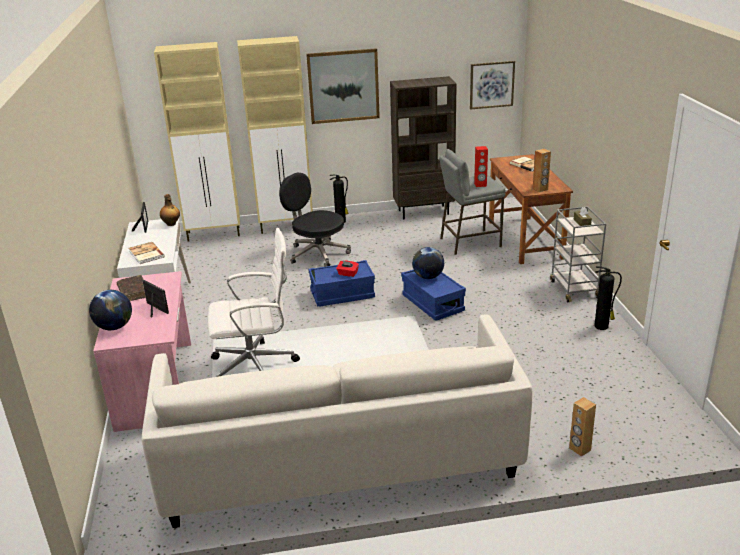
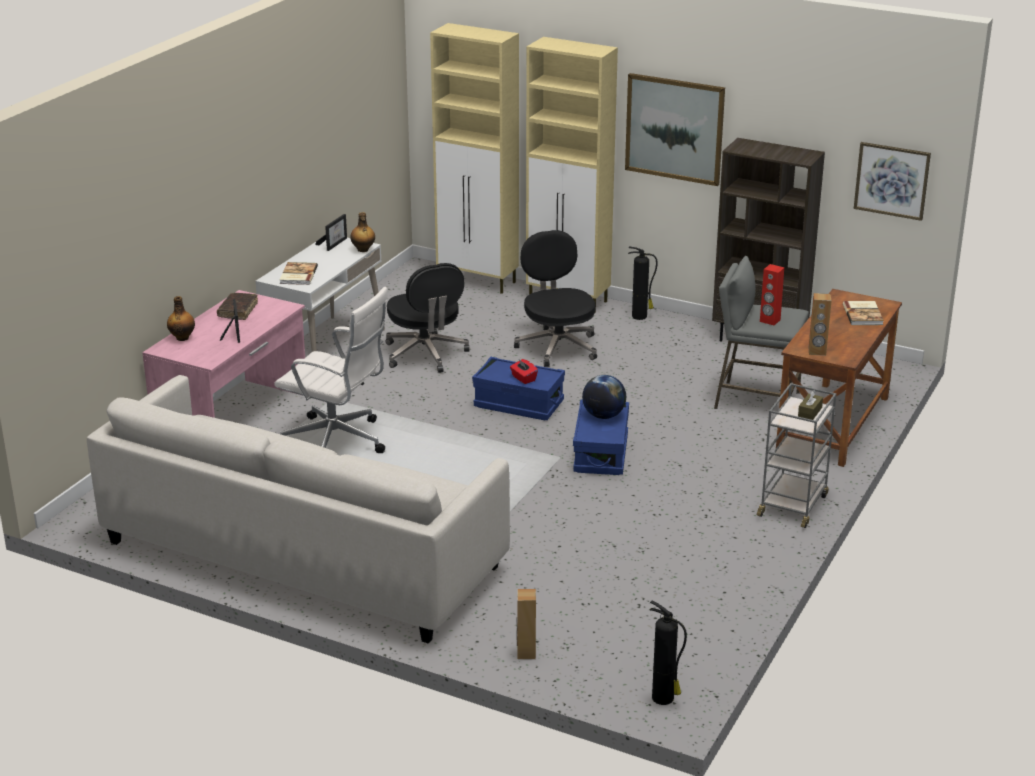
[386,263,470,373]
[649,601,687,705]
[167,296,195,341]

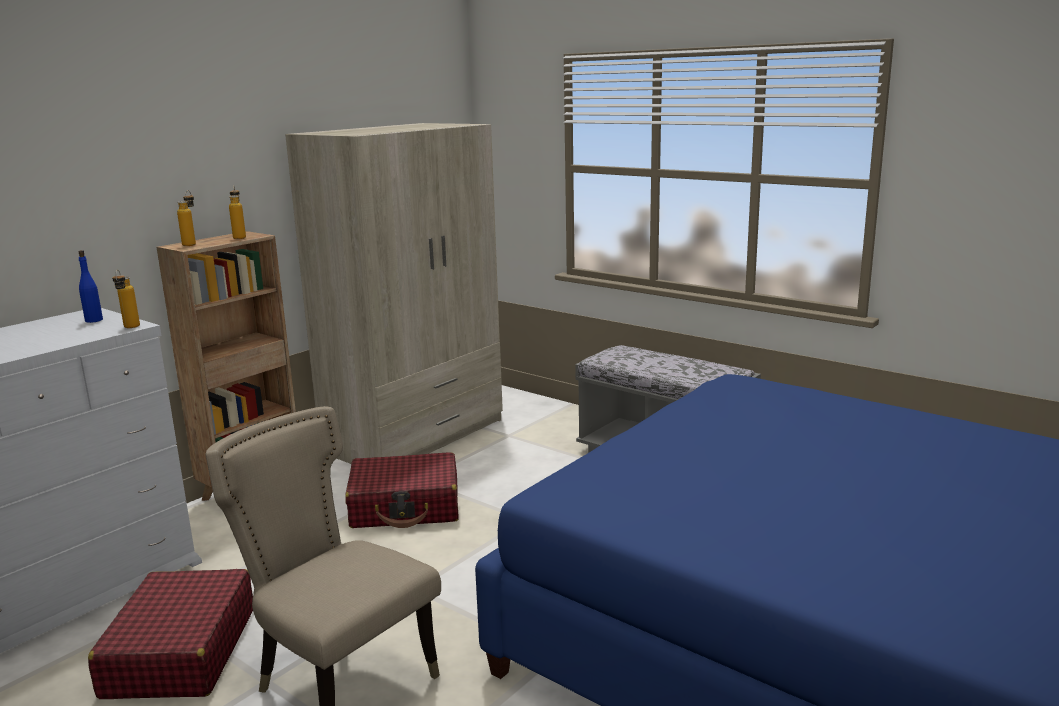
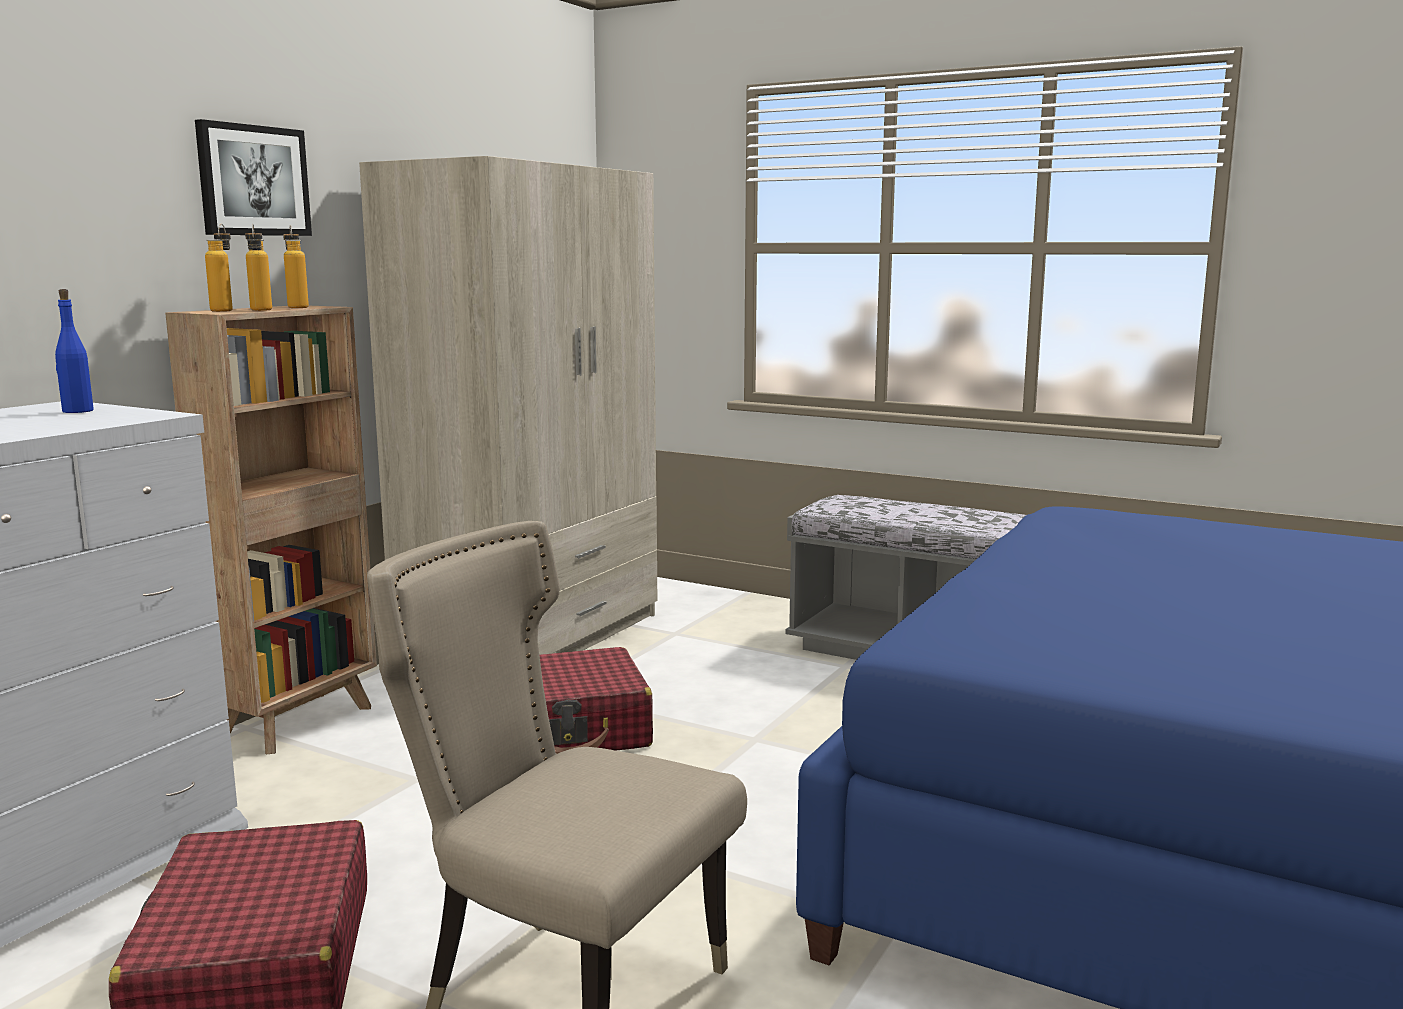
[195,119,312,236]
[245,223,272,311]

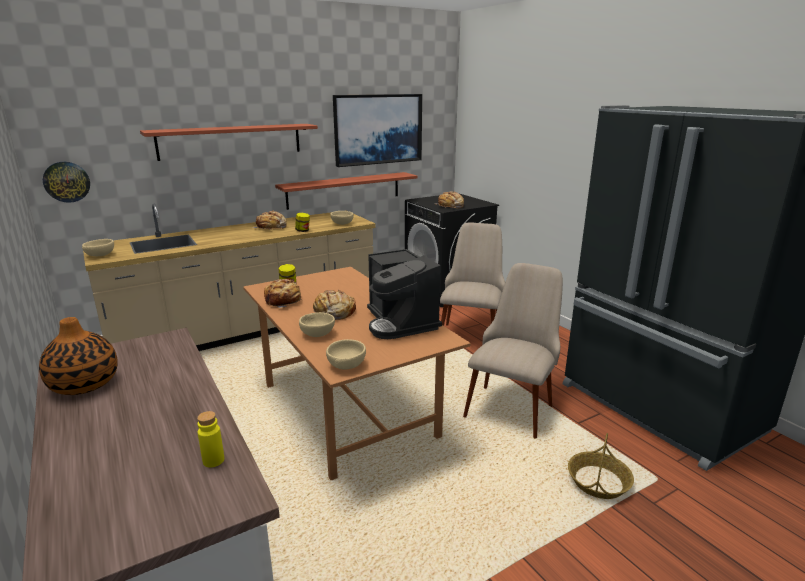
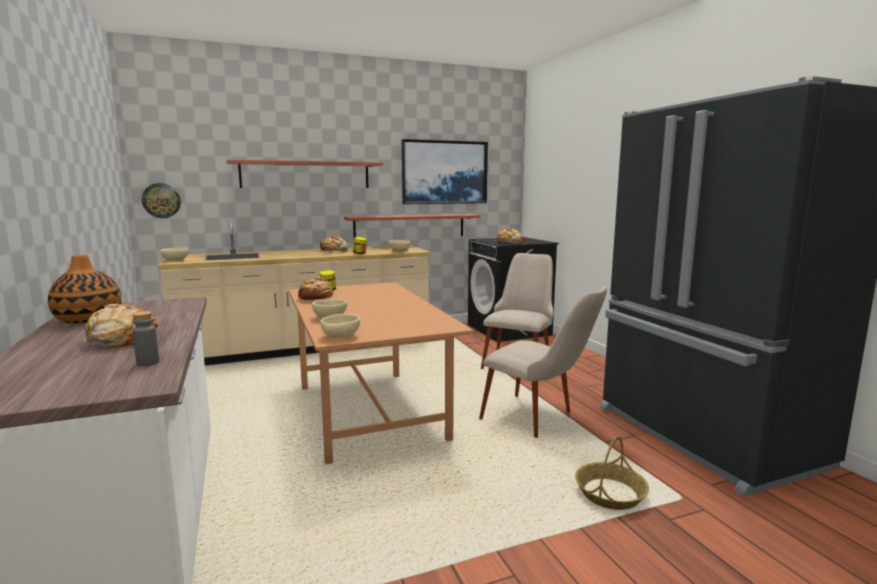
[367,249,442,339] (first image)
[84,304,158,348]
[132,311,159,366]
[479,286,607,438]

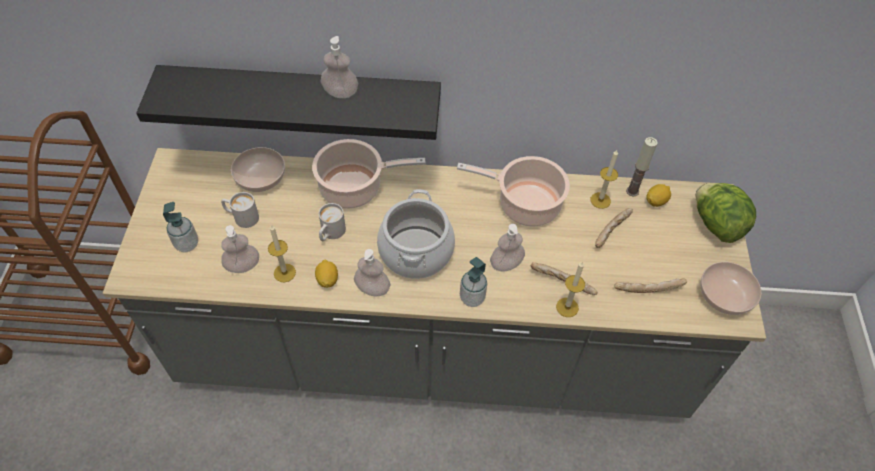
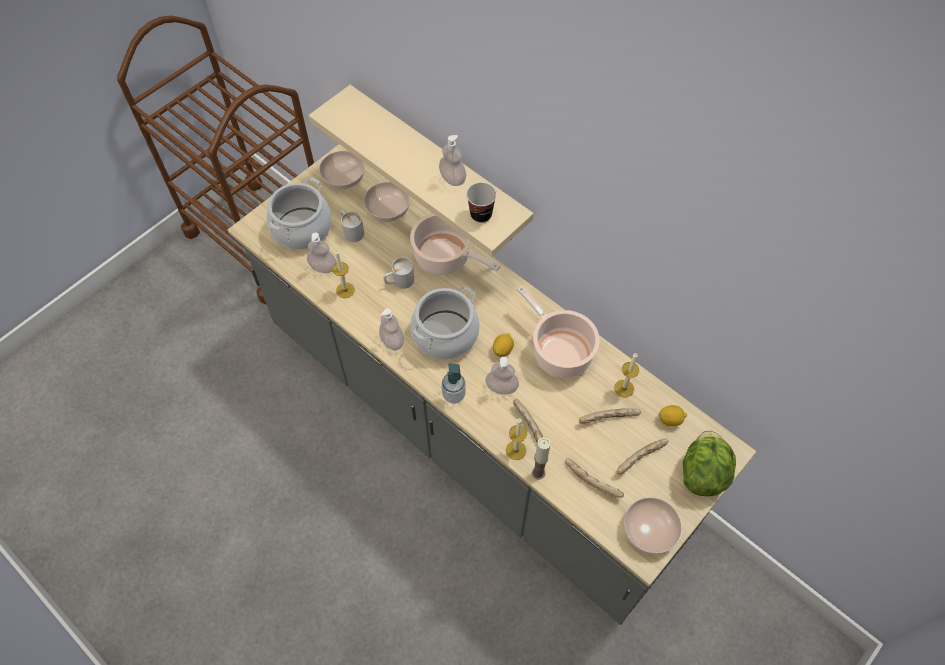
[319,151,365,189]
[466,182,497,223]
[617,438,668,475]
[493,333,514,357]
[532,437,551,479]
[266,178,332,250]
[308,85,534,257]

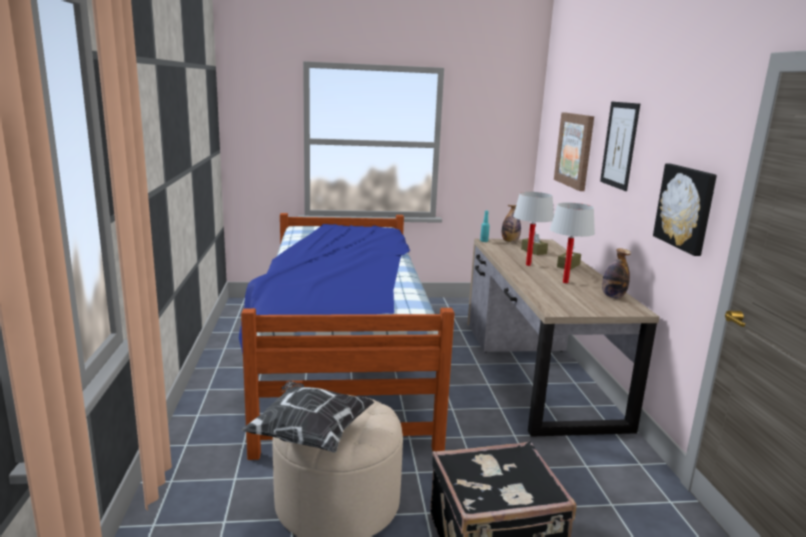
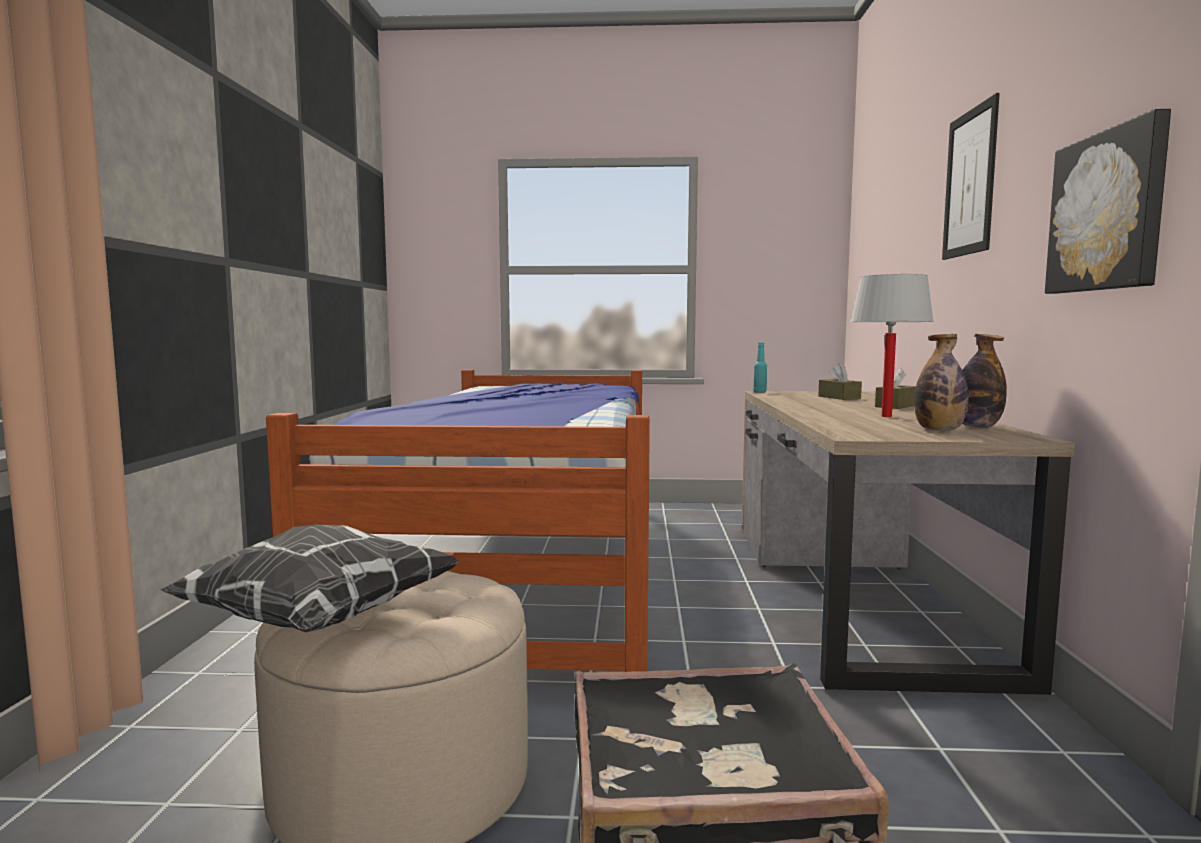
[513,192,554,266] (first image)
[554,112,594,191] (first image)
[914,334,969,431]

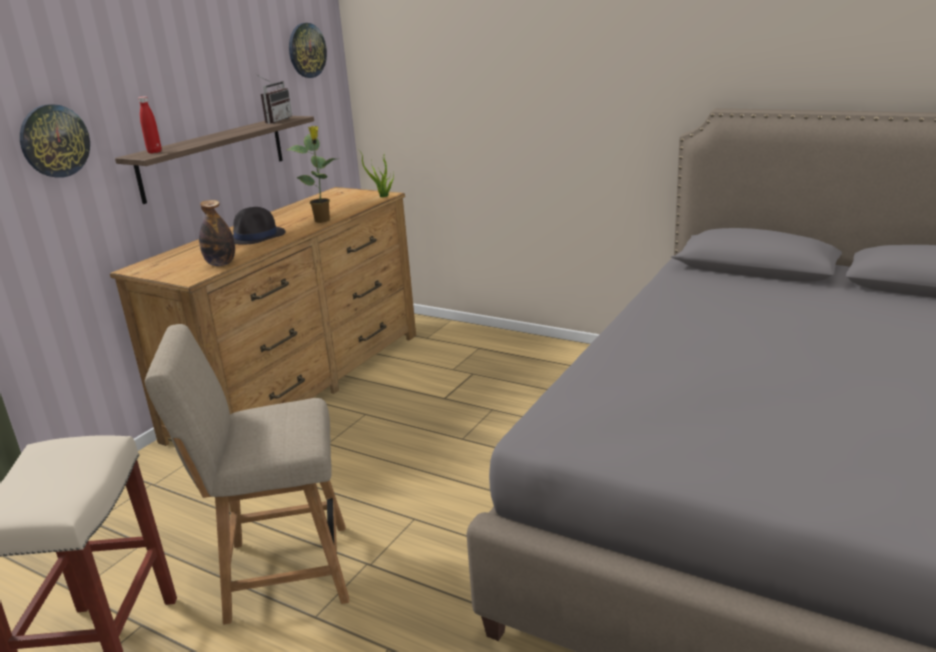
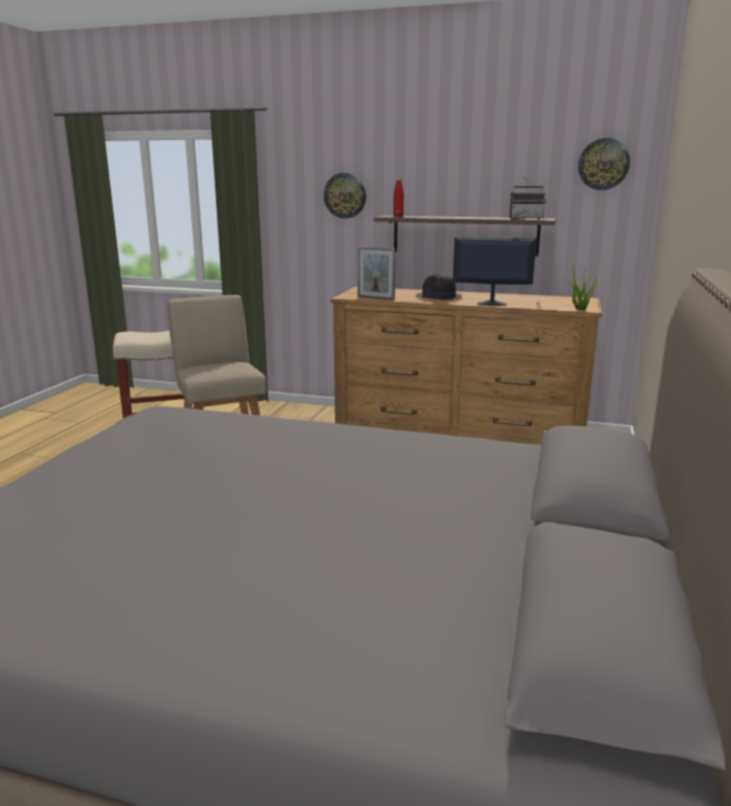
[357,246,395,300]
[453,237,536,306]

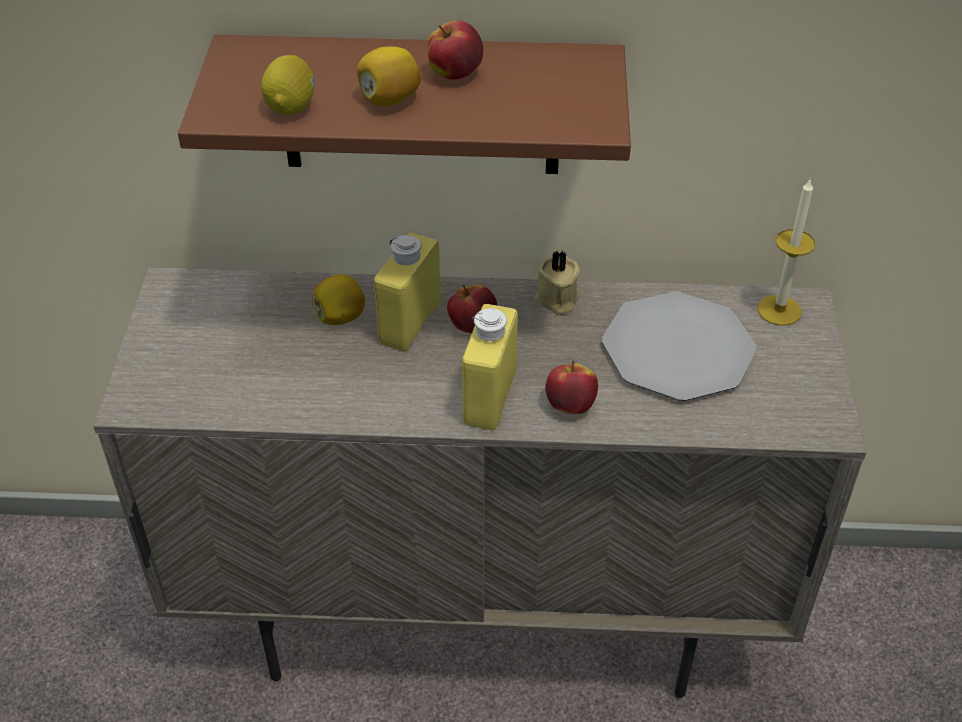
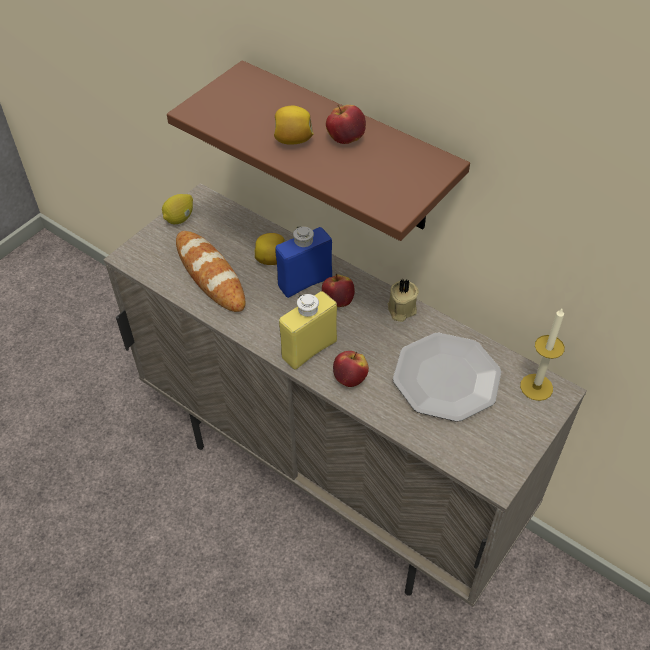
[176,231,245,312]
[162,194,193,224]
[275,227,332,298]

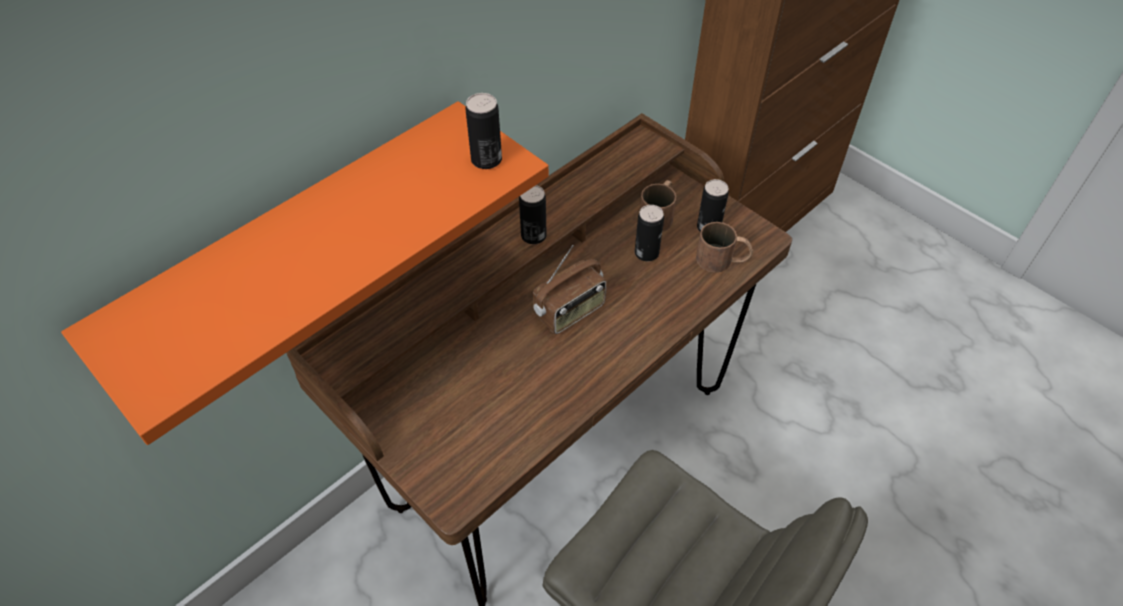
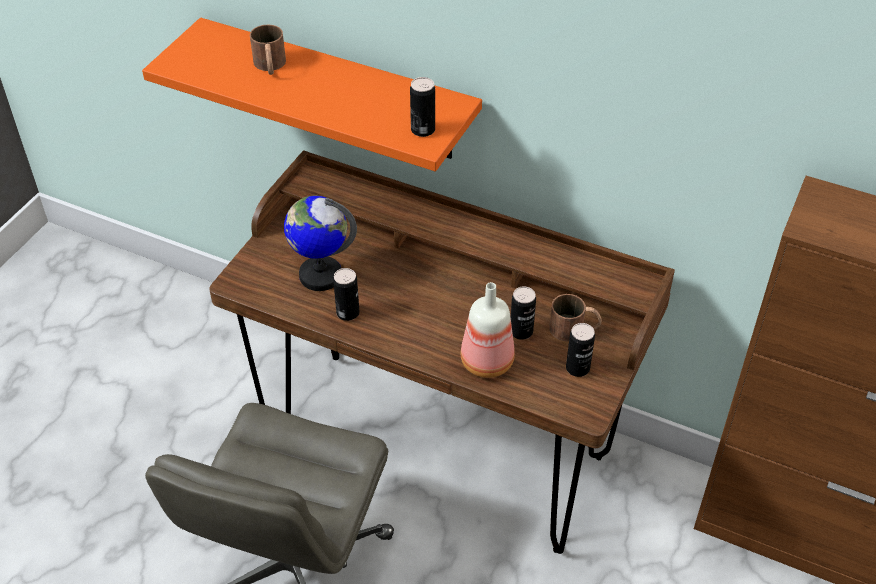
[533,245,607,334] (first image)
[284,195,357,291]
[461,282,515,378]
[333,268,360,321]
[250,25,286,75]

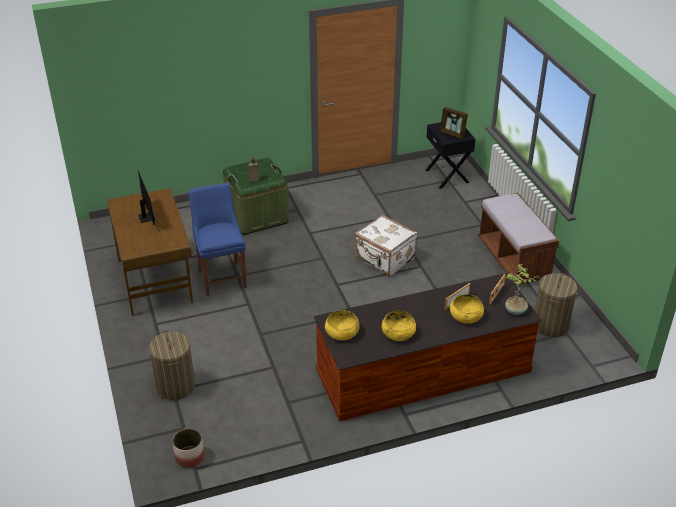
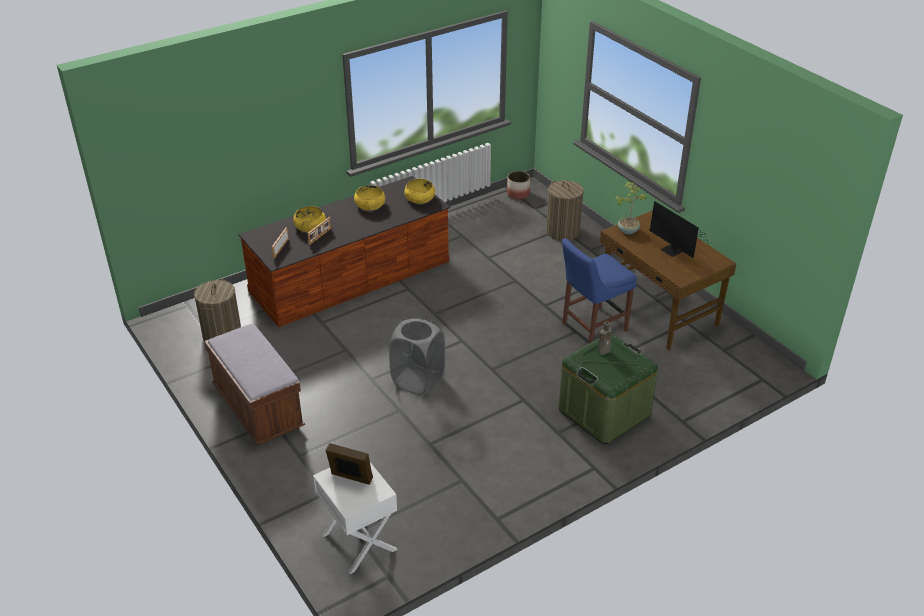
[615,182,647,234]
[389,317,445,395]
[313,462,398,574]
[562,238,637,344]

